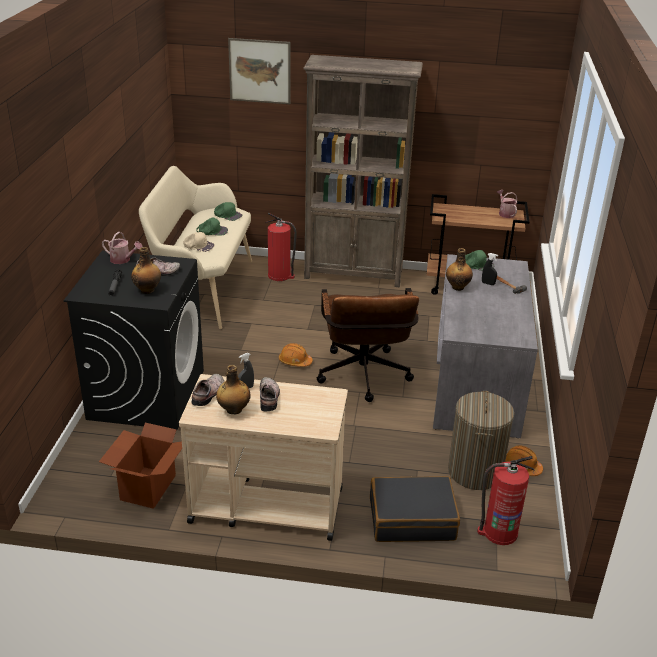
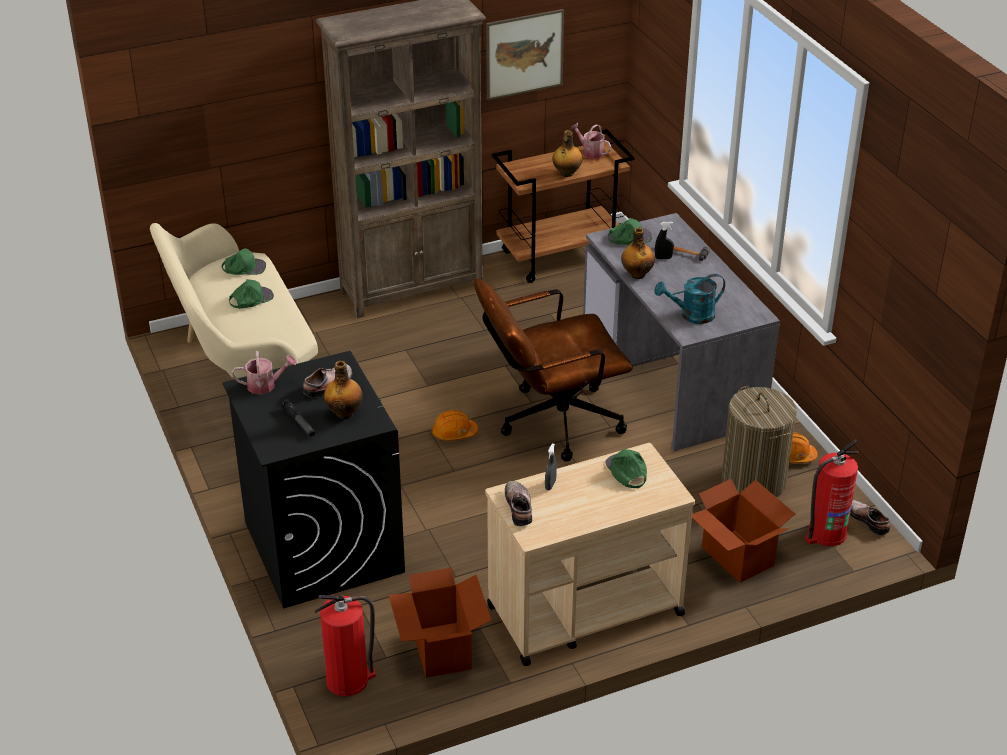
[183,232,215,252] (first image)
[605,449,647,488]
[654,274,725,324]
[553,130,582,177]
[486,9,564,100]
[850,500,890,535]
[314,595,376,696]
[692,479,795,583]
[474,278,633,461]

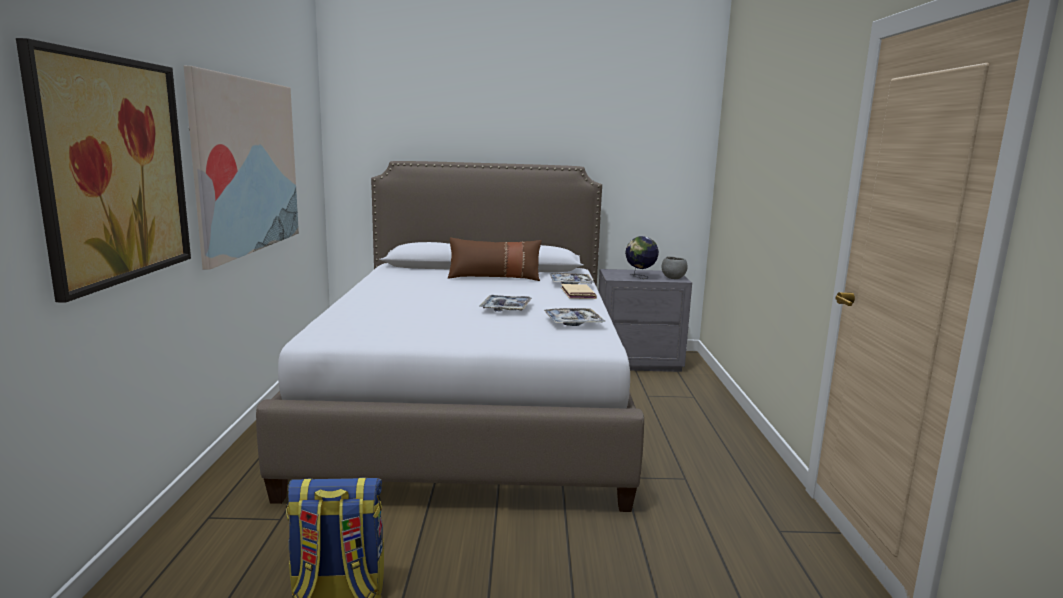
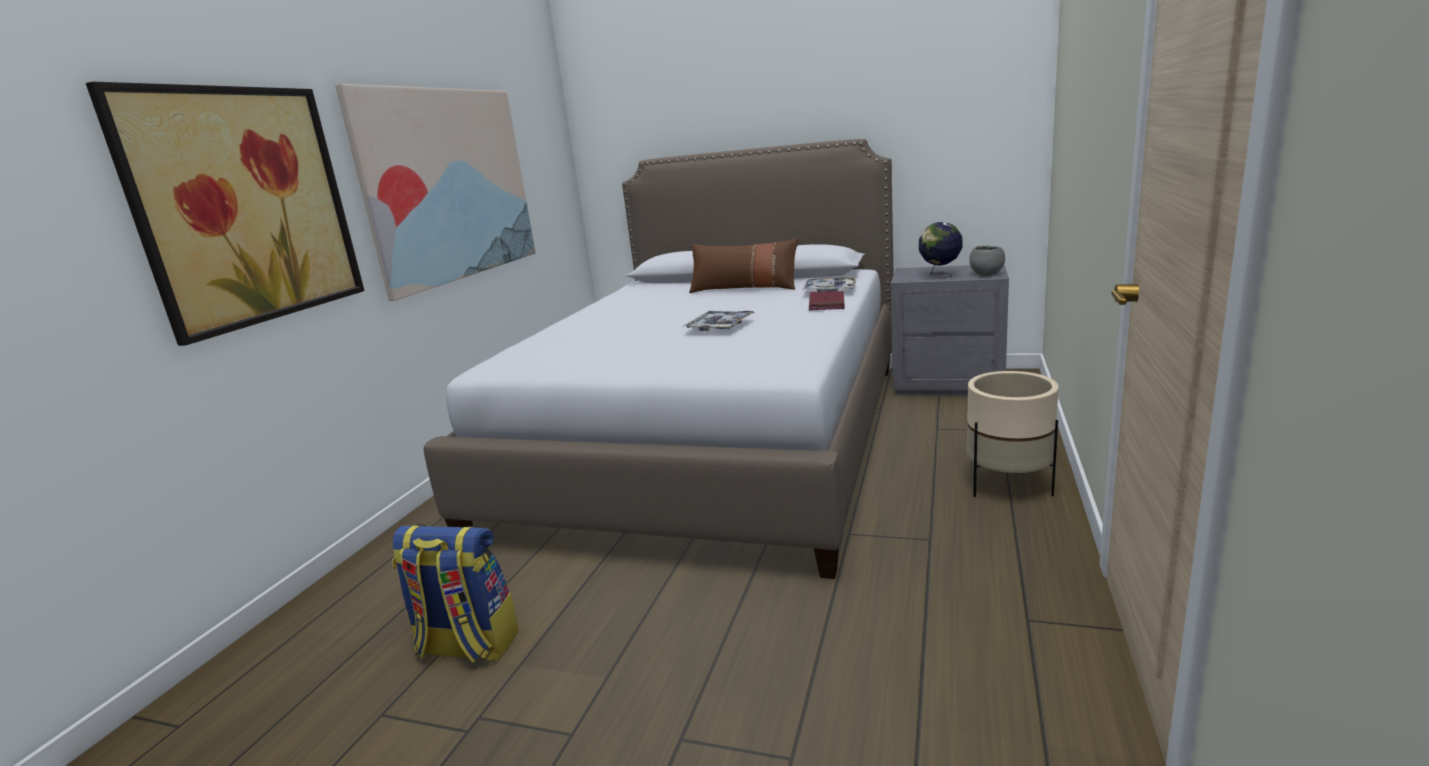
[544,308,605,326] (first image)
[967,371,1059,497]
[809,291,845,310]

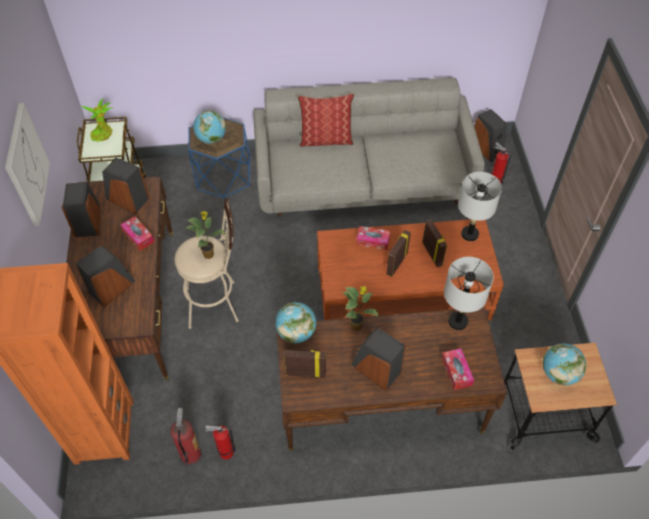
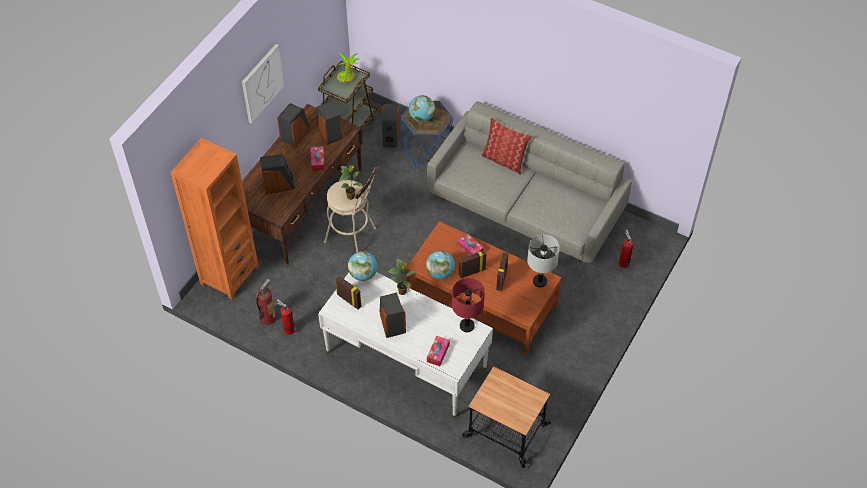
[382,104,400,148]
[426,250,455,279]
[318,272,493,418]
[452,278,485,332]

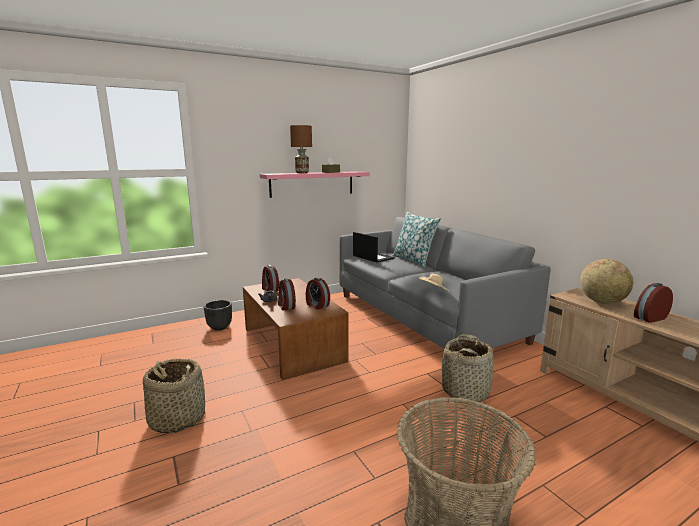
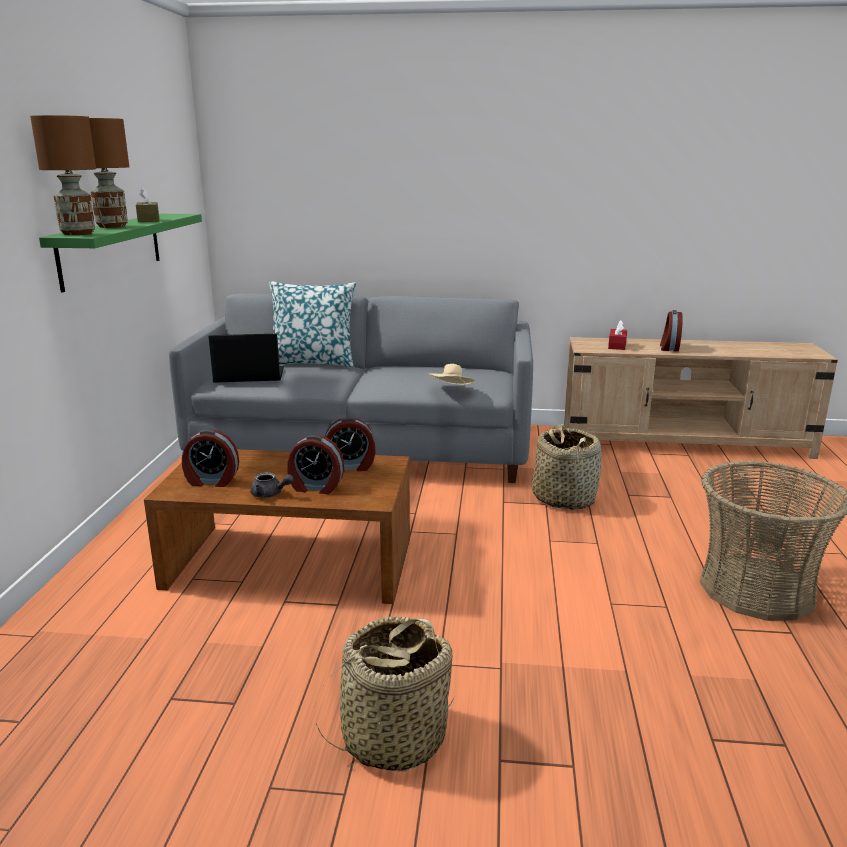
[204,300,232,330] (first image)
[30,115,96,235]
[608,320,627,350]
[39,214,202,293]

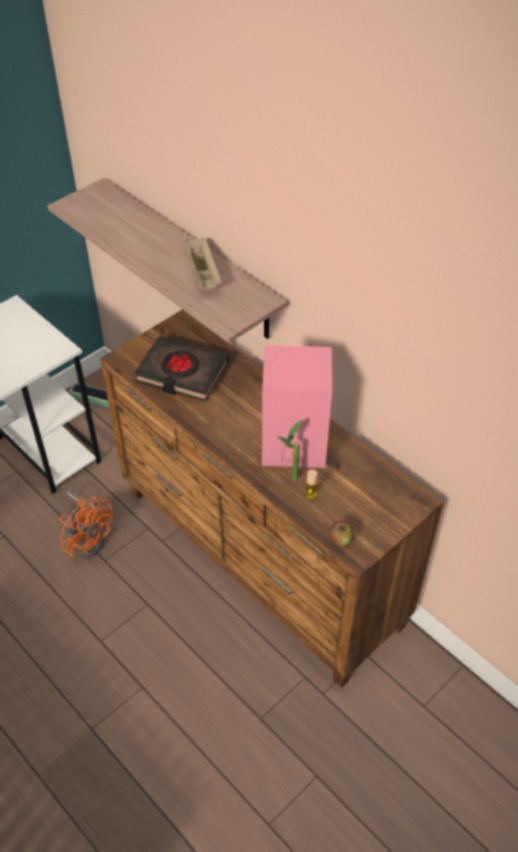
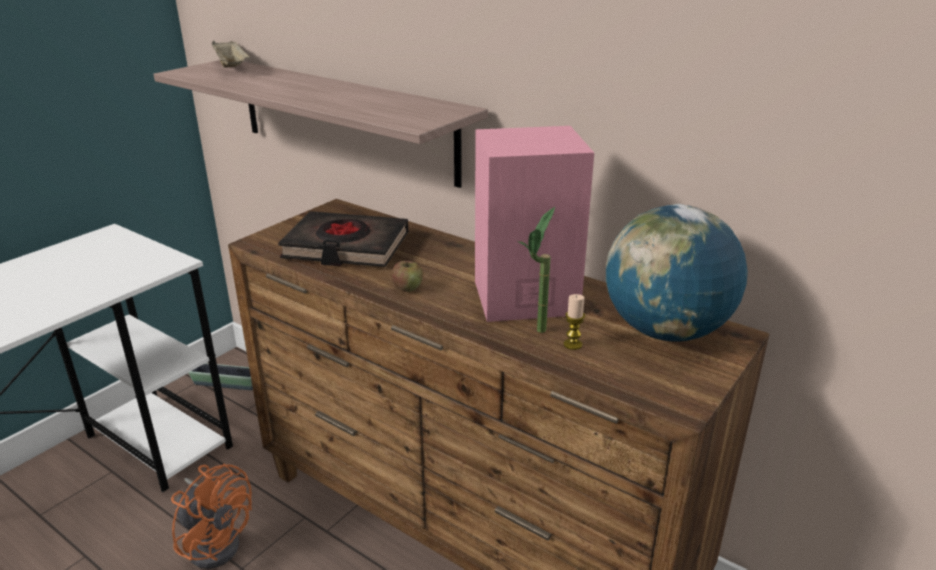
[606,204,748,342]
[212,41,250,68]
[392,261,423,292]

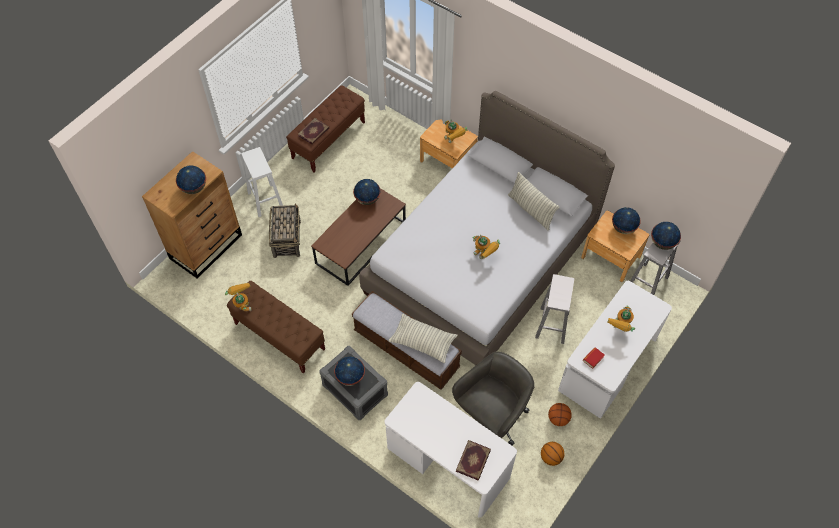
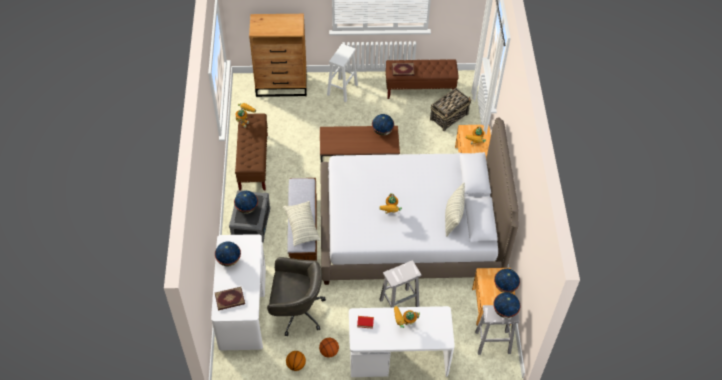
[215,241,241,266]
[430,88,471,131]

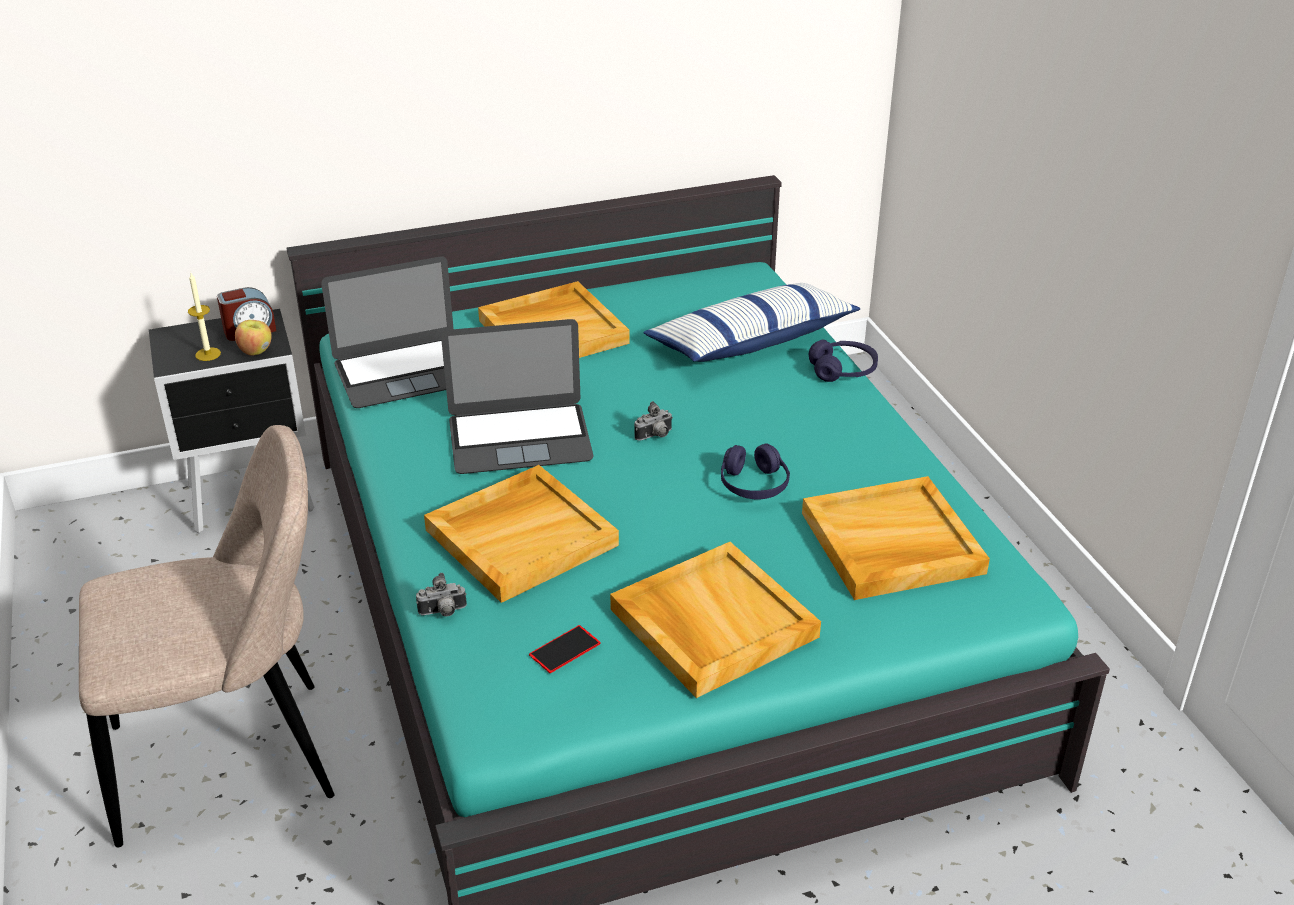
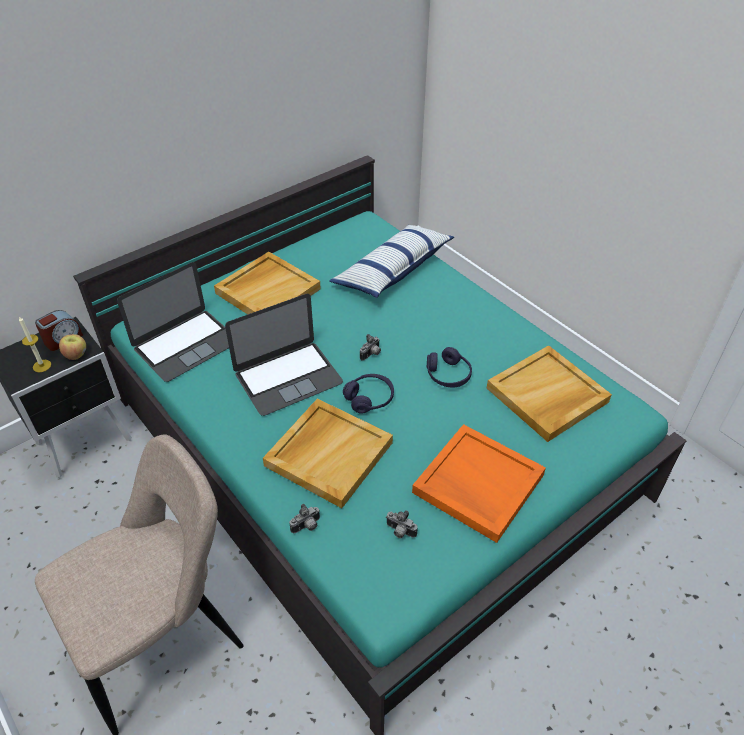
[343,374,394,414]
[386,510,418,538]
[412,424,546,543]

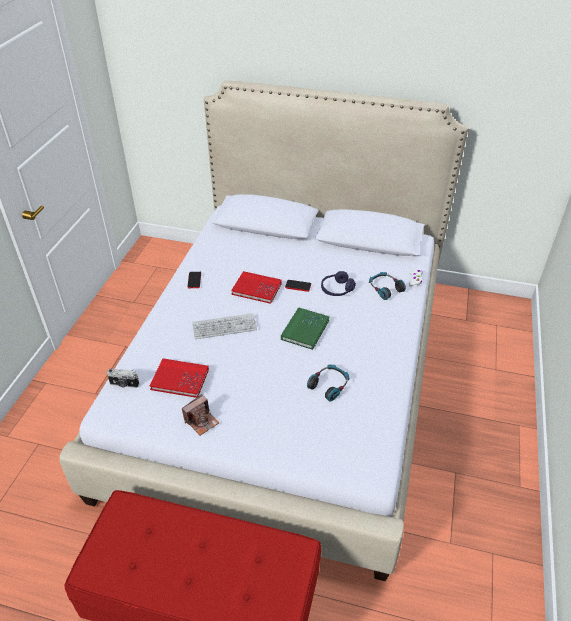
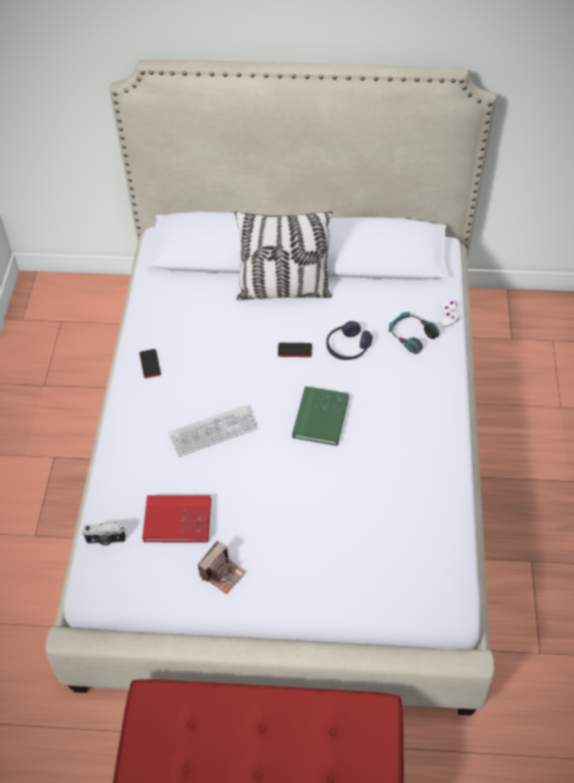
[231,271,282,304] (first image)
[307,365,350,402] (first image)
[235,211,332,300]

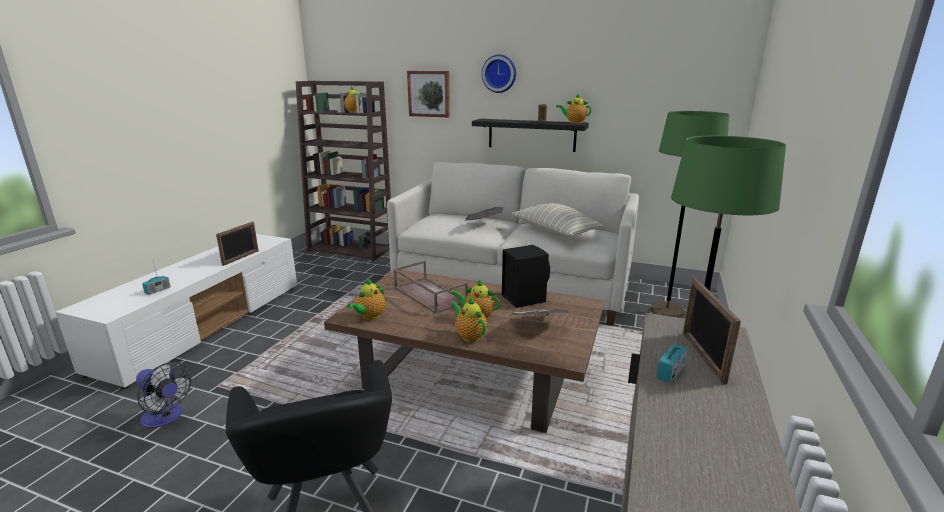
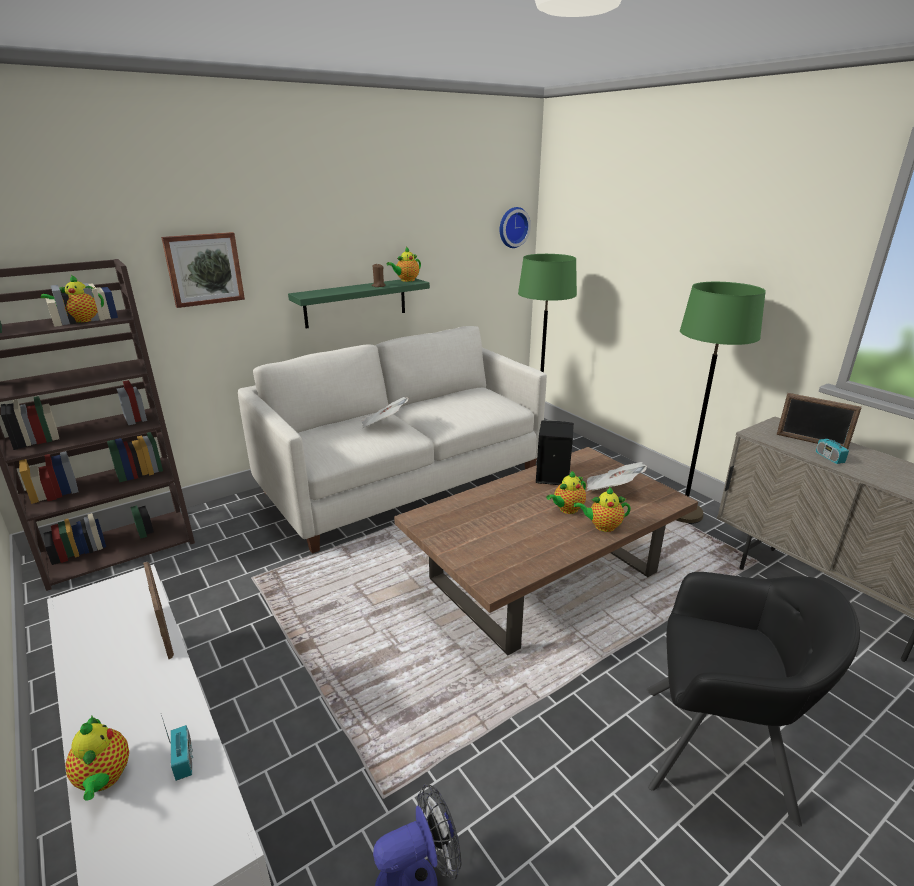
[394,261,468,314] (first image)
[512,203,604,236] (first image)
[66,715,129,801]
[500,207,531,248]
[288,278,430,329]

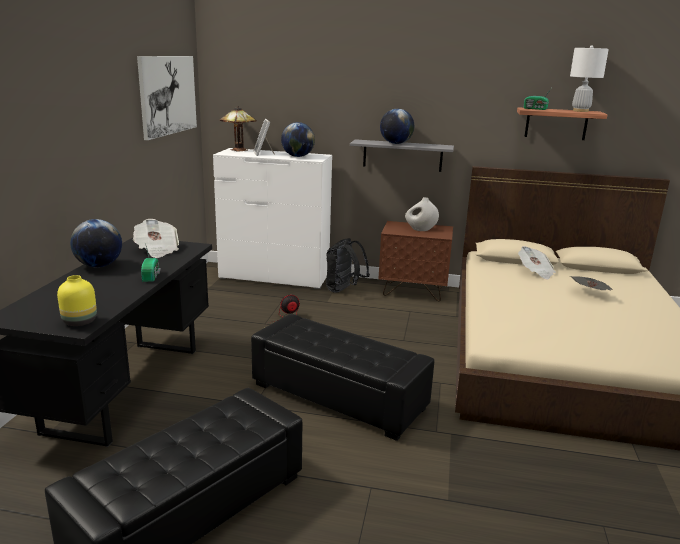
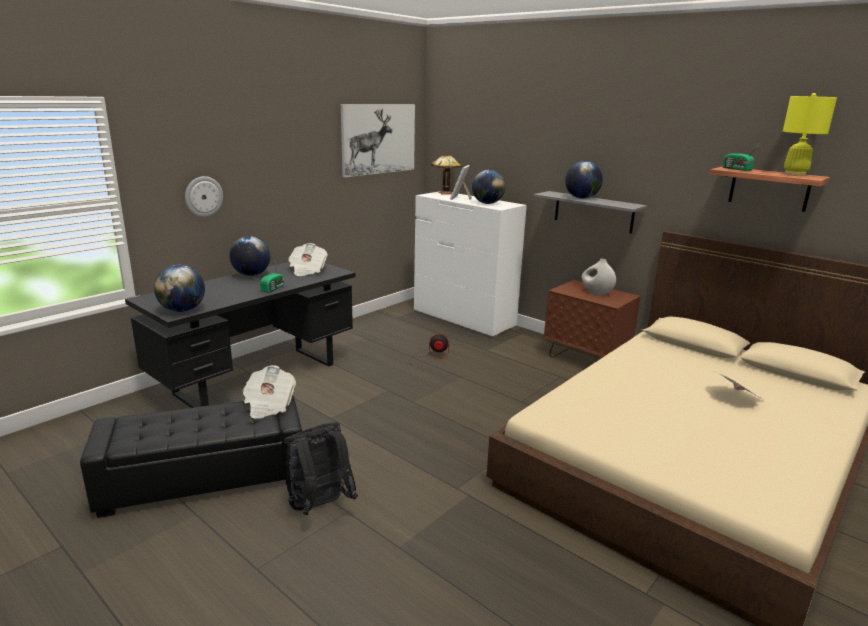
[251,314,434,441] (first image)
[185,176,223,217]
[284,422,358,515]
[242,365,296,419]
[154,265,205,312]
[783,93,837,176]

